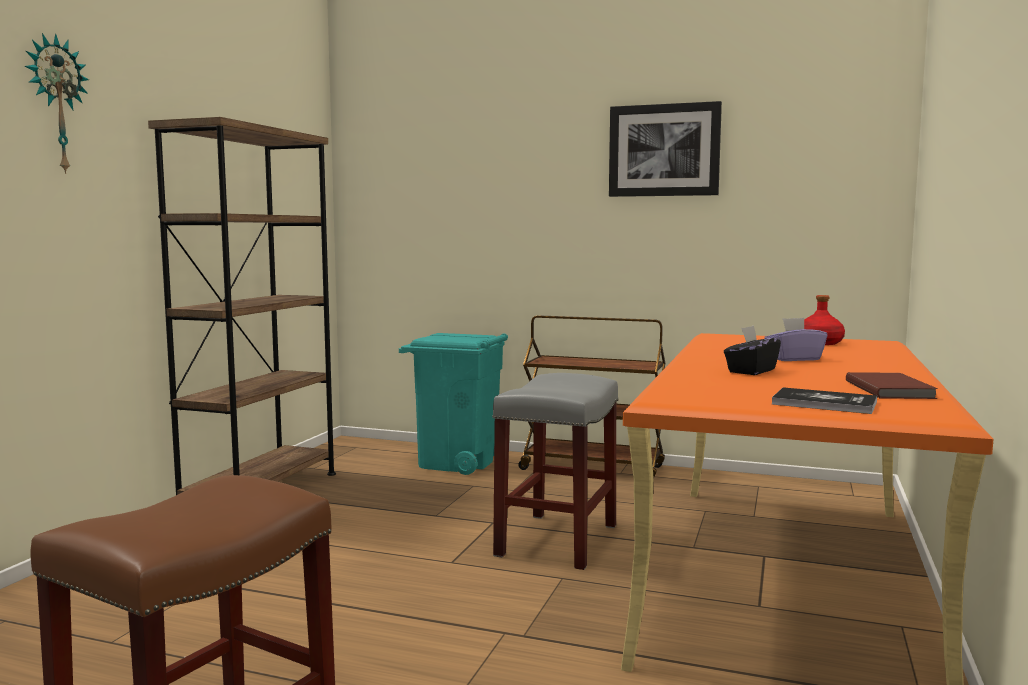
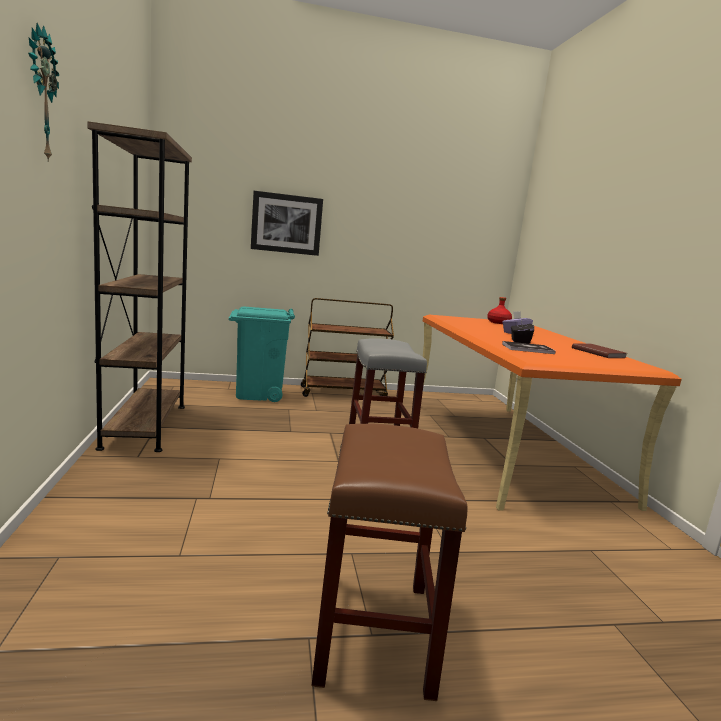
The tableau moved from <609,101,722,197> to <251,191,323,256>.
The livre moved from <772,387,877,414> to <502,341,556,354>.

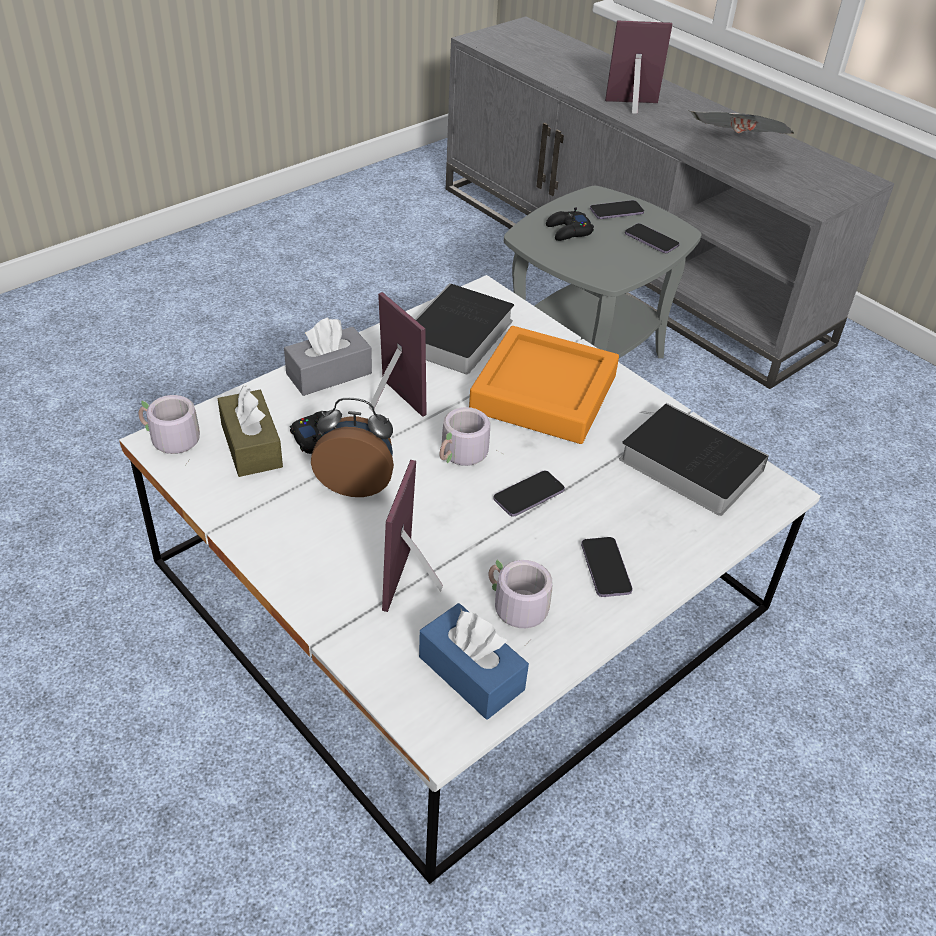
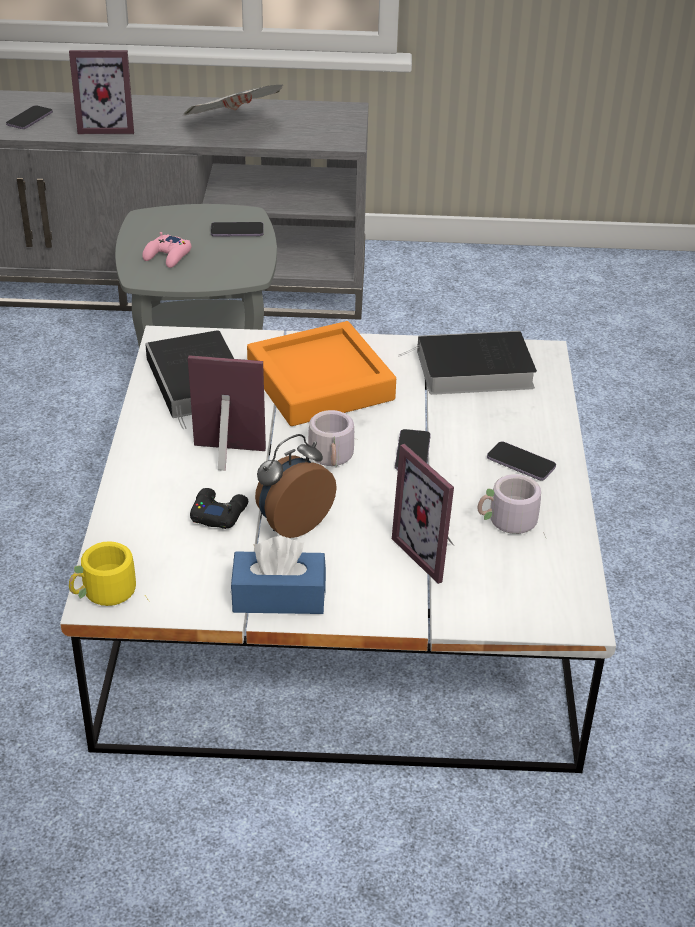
The boîte à mouchoirs [marron] at <218,386,283,477> disappeared.
The boîte à mouchoirs [gris] at <284,318,372,396> disappeared.
The boîte à mouchoirs [bleu] moved from <419,603,529,720> to <231,536,326,614>.
The téléphone moved from <590,200,644,219> to <6,105,53,129>.
The mug [gris] at <138,395,200,464> became the mug [jaune] at <69,541,149,606>.
The manette [noir] at <546,207,594,241> became the manette [rose] at <142,232,191,268>.
The cadre photo at <605,21,672,114> turned 135 degrees counterclockwise.

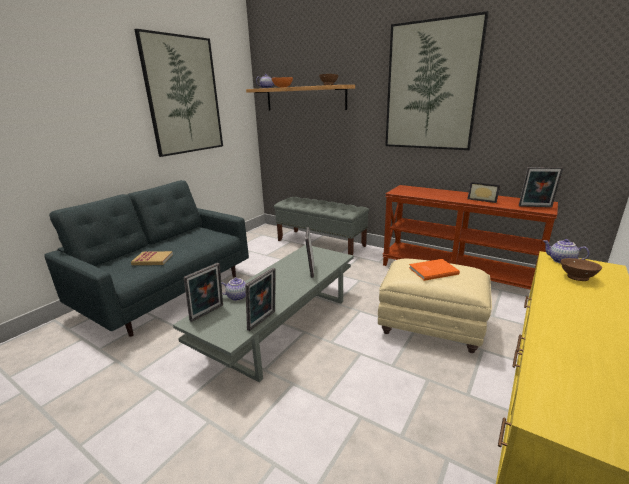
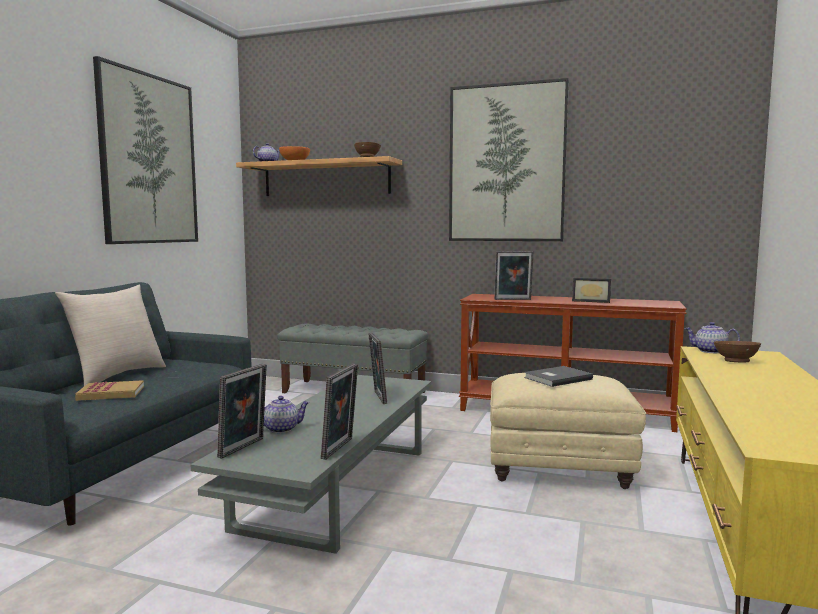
The coussin [beige] at <55,285,166,386> appeared.
The cadre photo moved from <519,167,563,207> to <494,251,534,300>.
The livre [orange] at <409,259,460,281> became the livre [gris] at <524,366,593,387>.

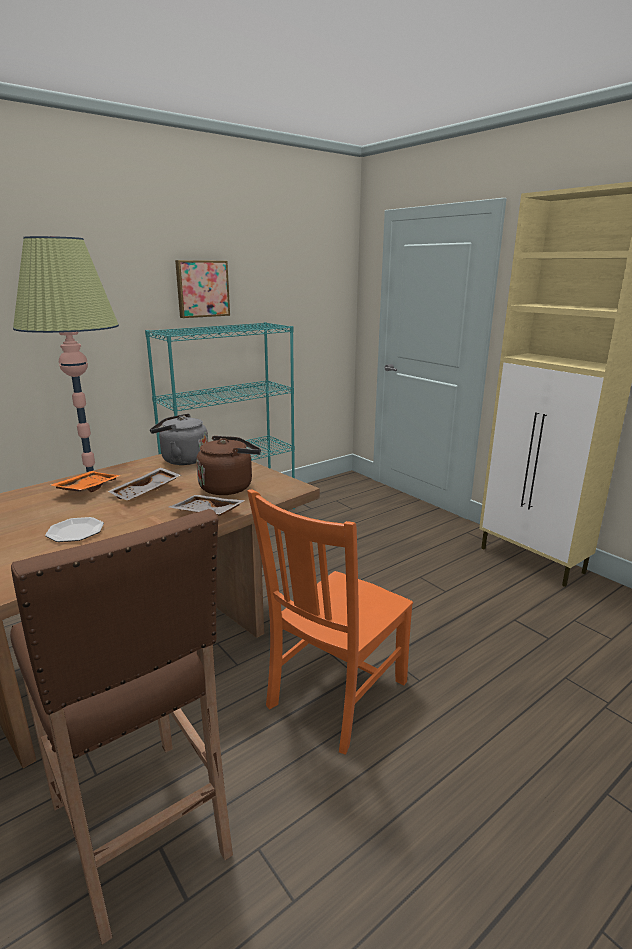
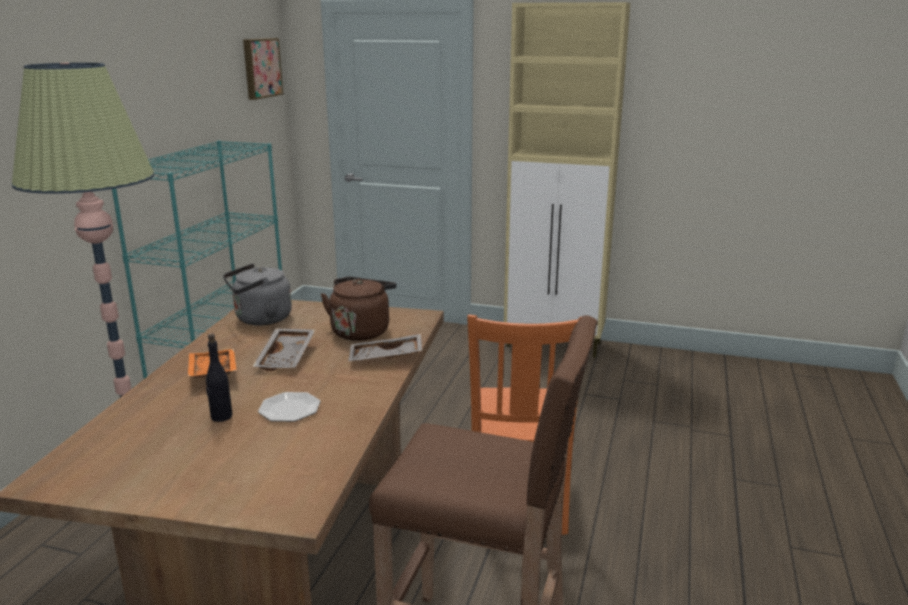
The bouteille [noir] at <206,334,232,422> appeared.
The tableau moved from <175,260,230,318> to <243,38,283,100>.

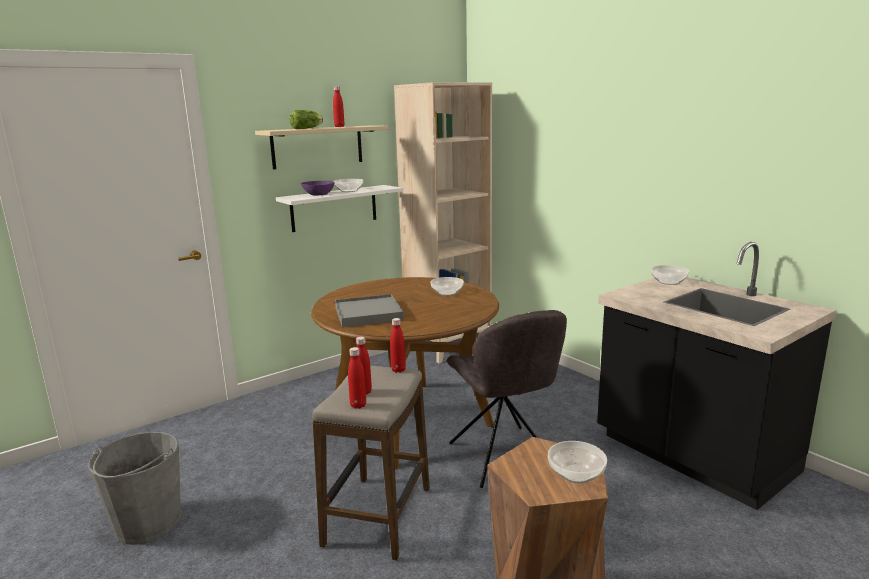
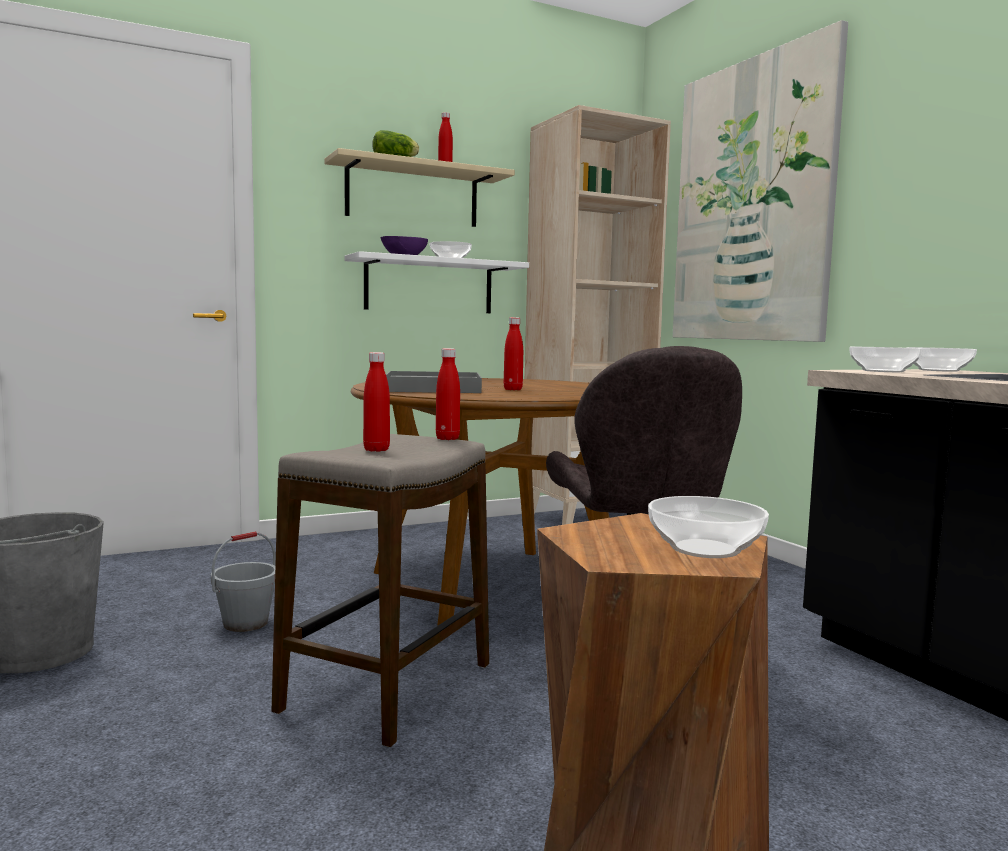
The seau [gris] at <211,531,276,632> appeared.
The tableau at <673,20,848,342> appeared.
The bouteille [rouge] moved from <348,347,366,409> to <504,317,523,390>.
The bol moved from <431,277,464,296> to <850,347,922,372>.

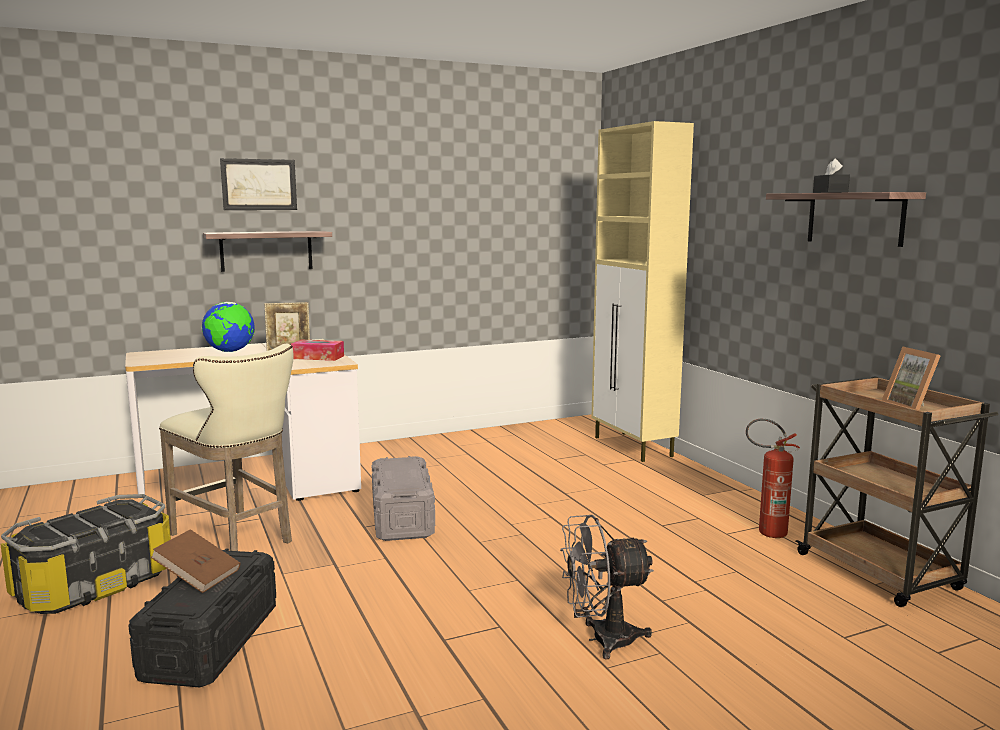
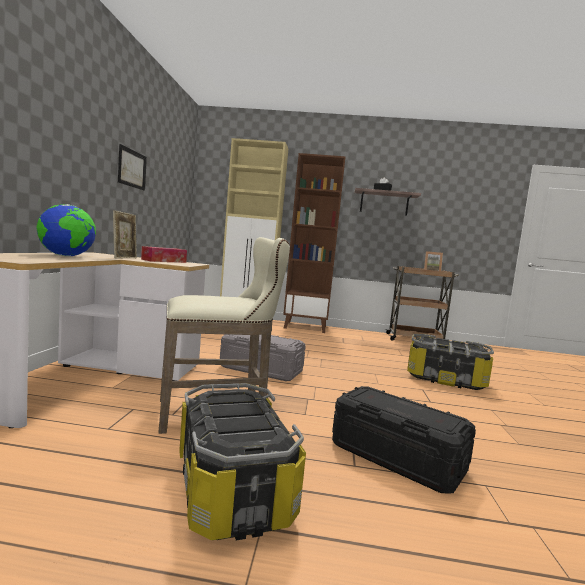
The livre [marron] at <151,529,241,593> disappeared.
The étagère at <203,231,332,272> disappeared.
The extincteur at <746,418,800,538> disappeared.
The bibliothèque [marron] at <283,153,346,333> appeared.
The tableau moved from <220,158,297,210> to <118,144,147,191>.
The ventilateur [gris] at <560,515,654,660> was replaced by the boîte de rangement at <407,334,494,390>.

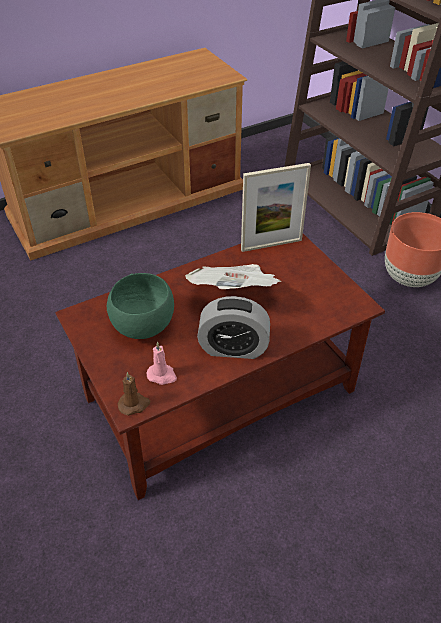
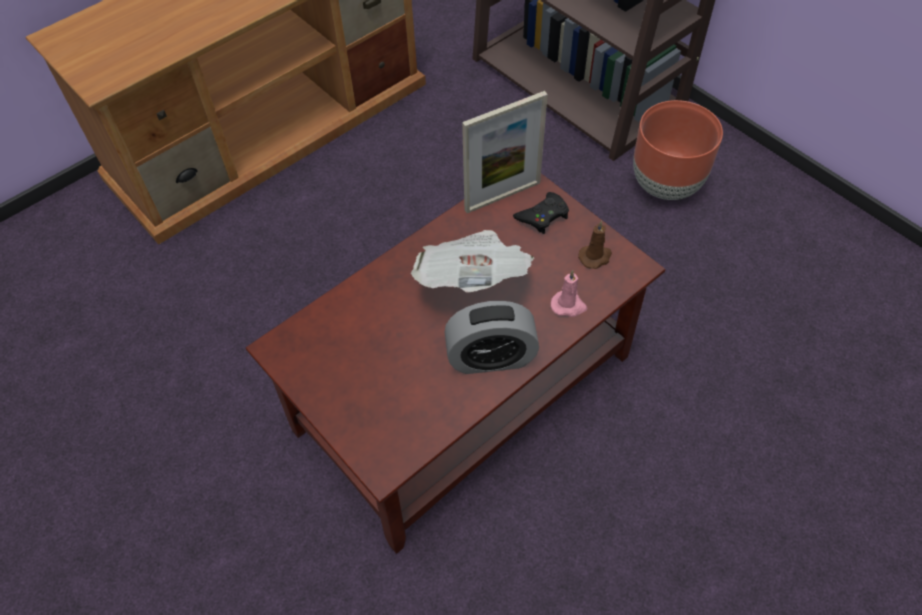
The bol [vert] at <107,273,174,339> disappeared.
The manette [noir] at <513,192,569,234> appeared.
The bougie [marron] moved from <118,372,150,416> to <578,220,612,269>.
The bougie [rose] moved from <147,342,177,385> to <551,270,587,317>.

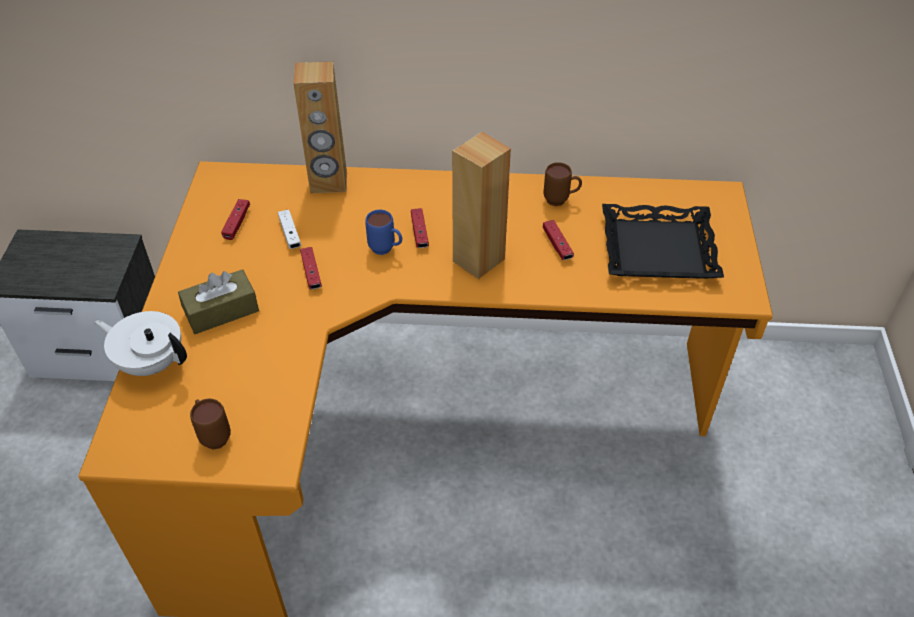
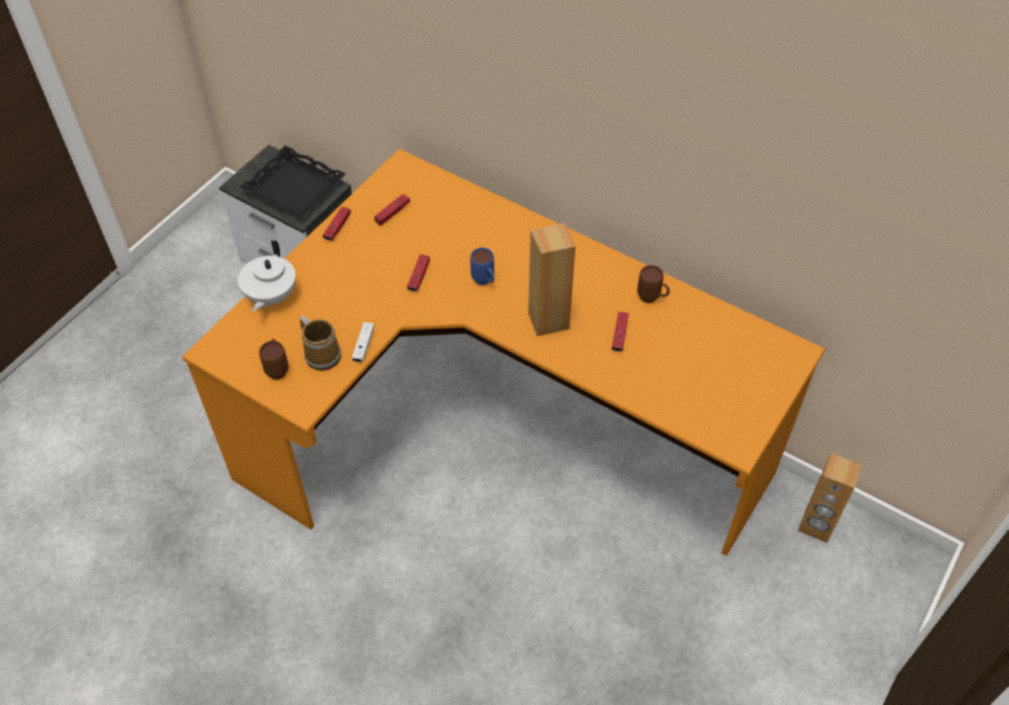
The boîte à mouchoirs [marron] at <178,269,259,334> disappeared.
The mug at <300,316,341,371> appeared.
The manette [blanc] moved from <278,210,301,249> to <352,322,374,362>.
The enceinte [marron] moved from <293,61,347,193> to <798,453,862,543>.
The manette [rouge] moved from <411,208,429,248> to <323,207,351,241>.
The plateau [noir] moved from <602,204,724,279> to <239,145,346,218>.
The théière [blanc] at <95,311,187,376> turned 135 degrees counterclockwise.

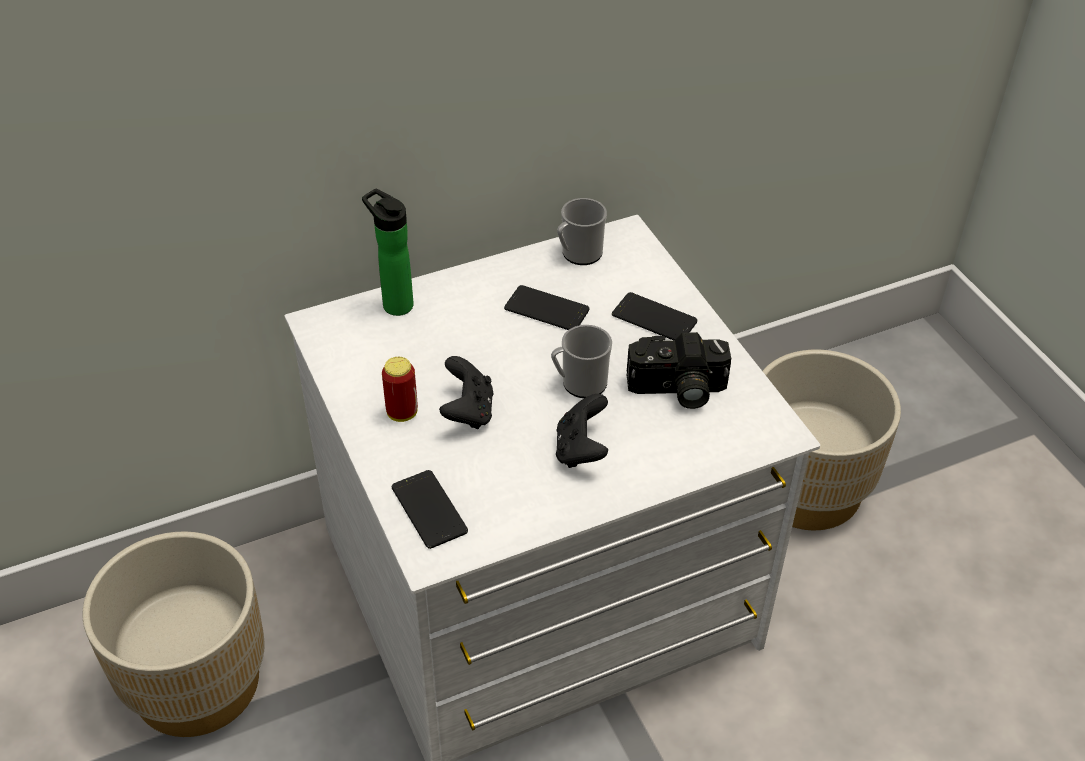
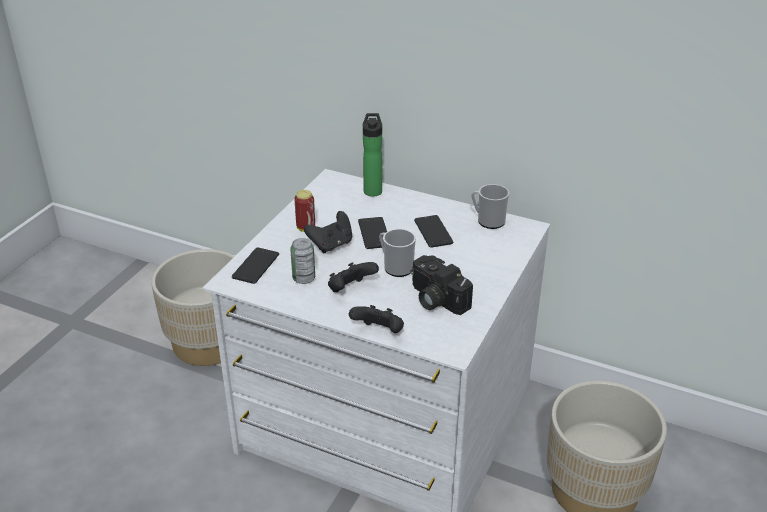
The boîte métallique at <290,238,315,284> appeared.
The manette [noir] at <349,305,404,333> appeared.
The téléphone moved from <612,292,697,340> to <358,217,387,249>.

